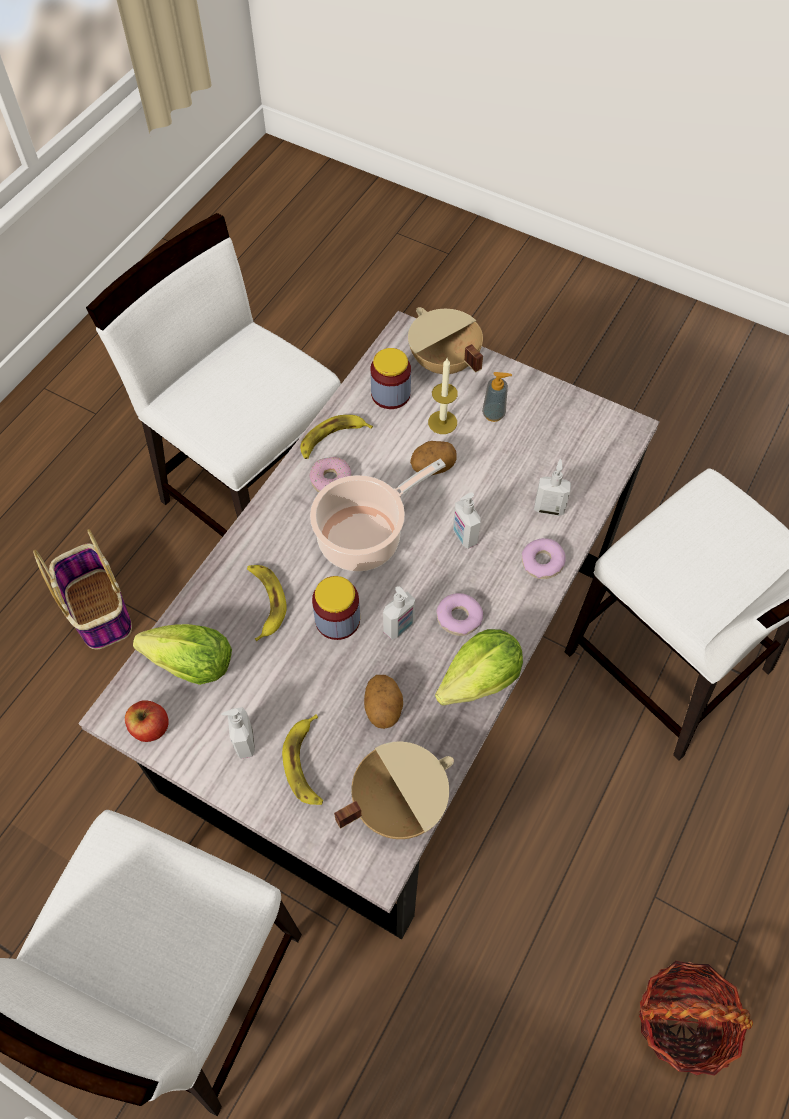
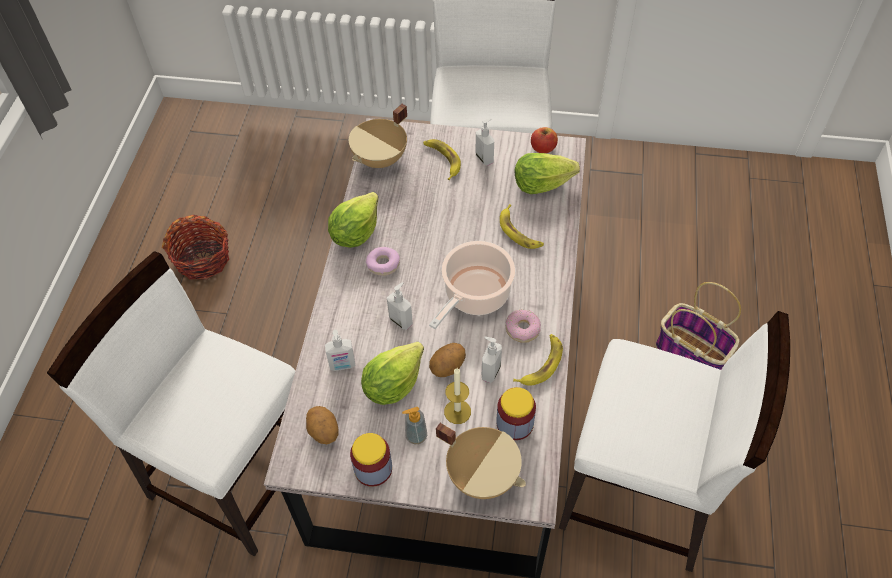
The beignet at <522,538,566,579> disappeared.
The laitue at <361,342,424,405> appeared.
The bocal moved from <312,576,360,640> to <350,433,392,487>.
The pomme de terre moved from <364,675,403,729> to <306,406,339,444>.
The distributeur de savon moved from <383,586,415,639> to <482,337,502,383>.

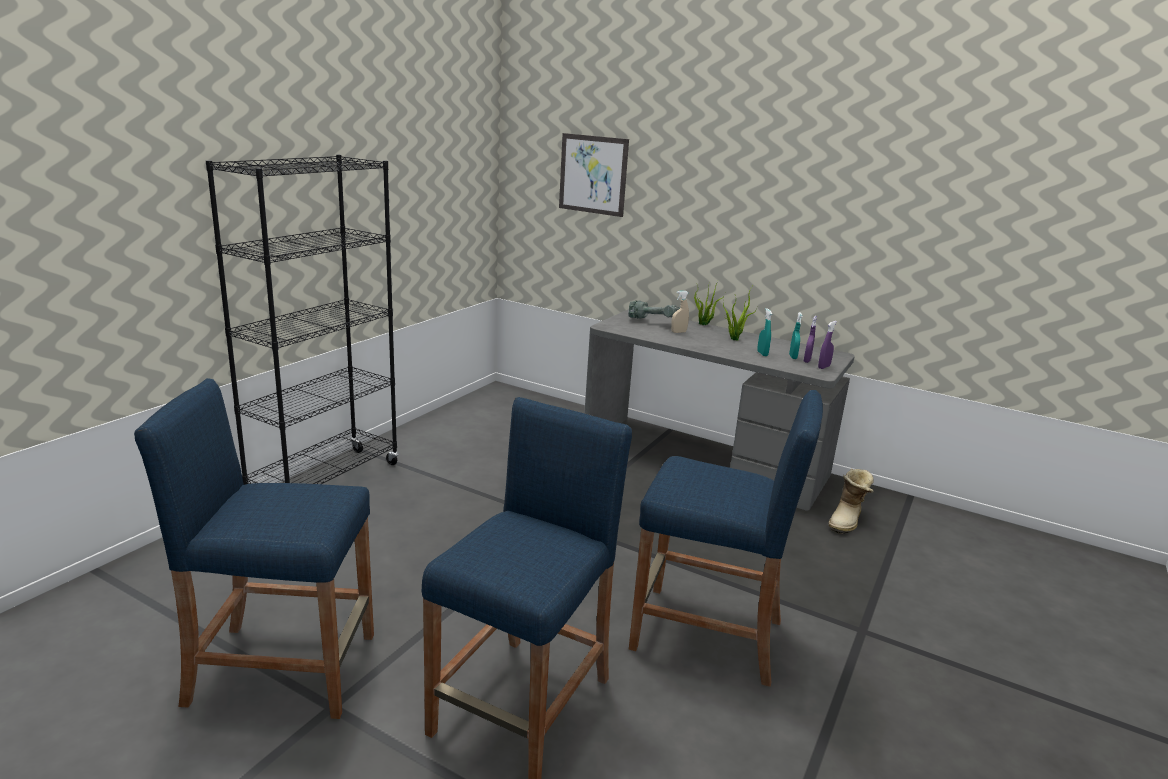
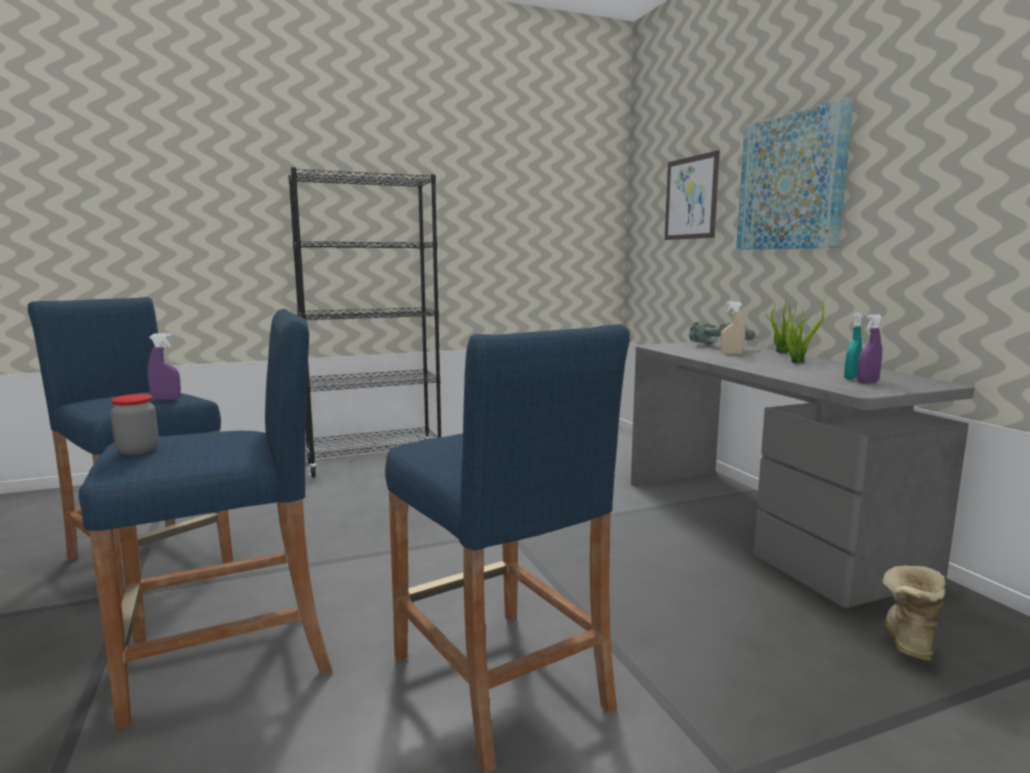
The vaporisateur [turquoise] at <757,308,772,356> disappeared.
The bocal at <111,394,159,455> appeared.
The tableau at <736,97,854,250> appeared.
The vaporisateur [violet] moved from <818,321,837,369> to <148,333,181,400>.
The botte at <828,469,874,534> turned 135 degrees clockwise.

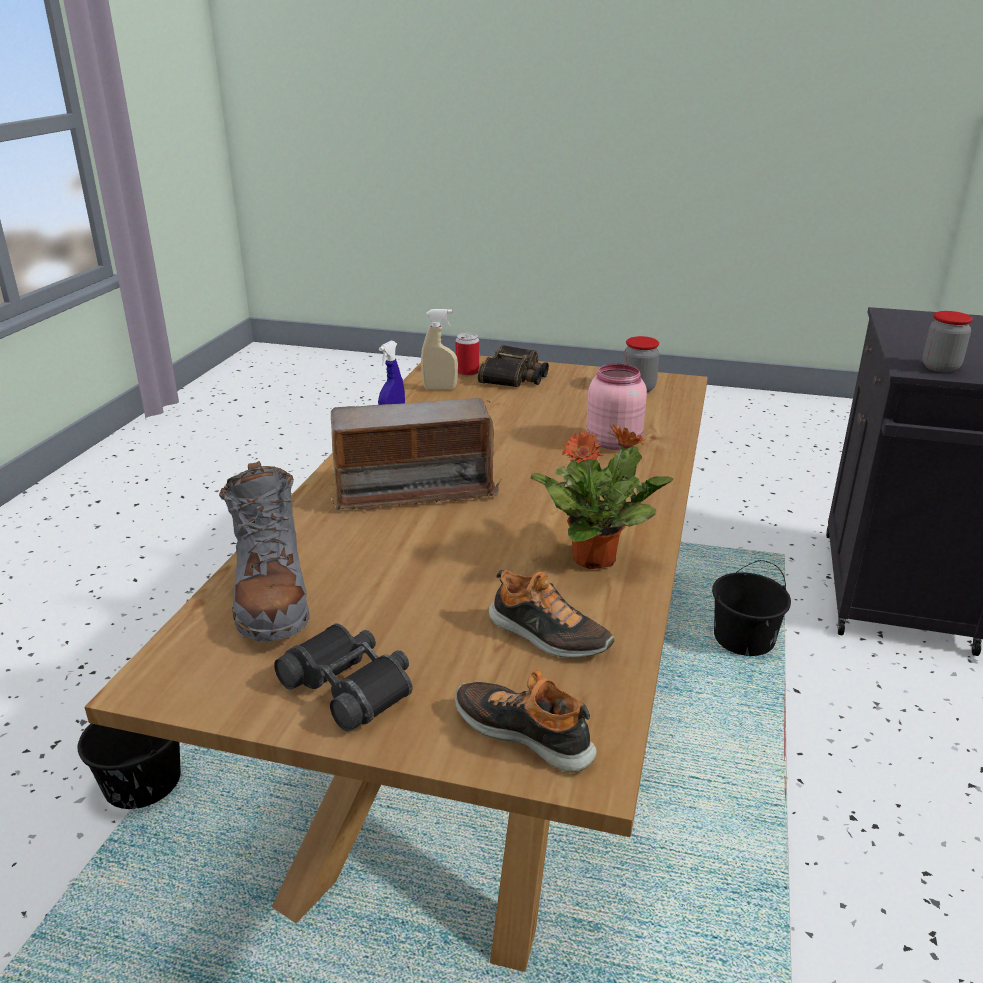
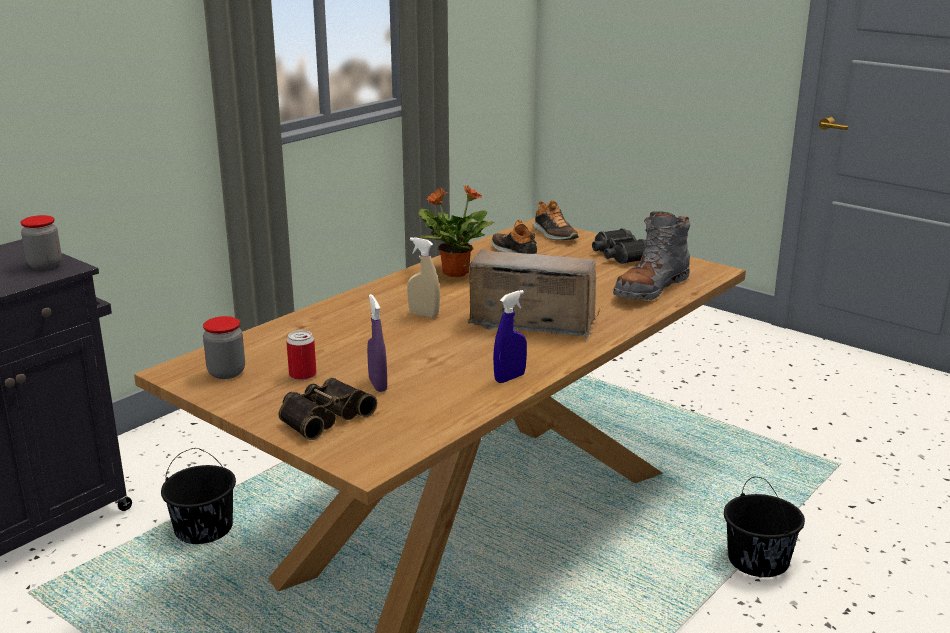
The bocal [rose] at <586,364,647,450> disappeared.
The vaporisateur [violet] at <367,294,387,392> appeared.
The vaporisateur [beige] moved from <421,309,458,390> to <407,237,440,318>.
The boîte métallique moved from <455,333,479,376> to <286,330,316,380>.
The botte [gris] at <219,461,310,641> turned 150 degrees counterclockwise.

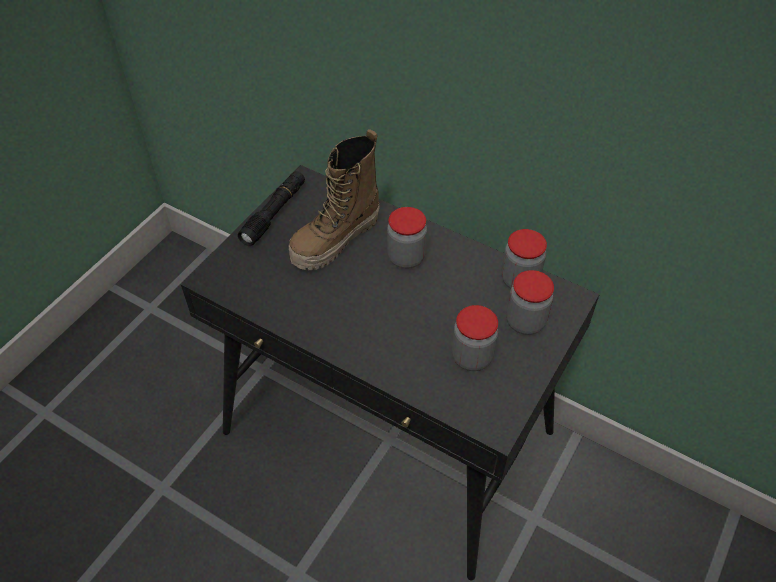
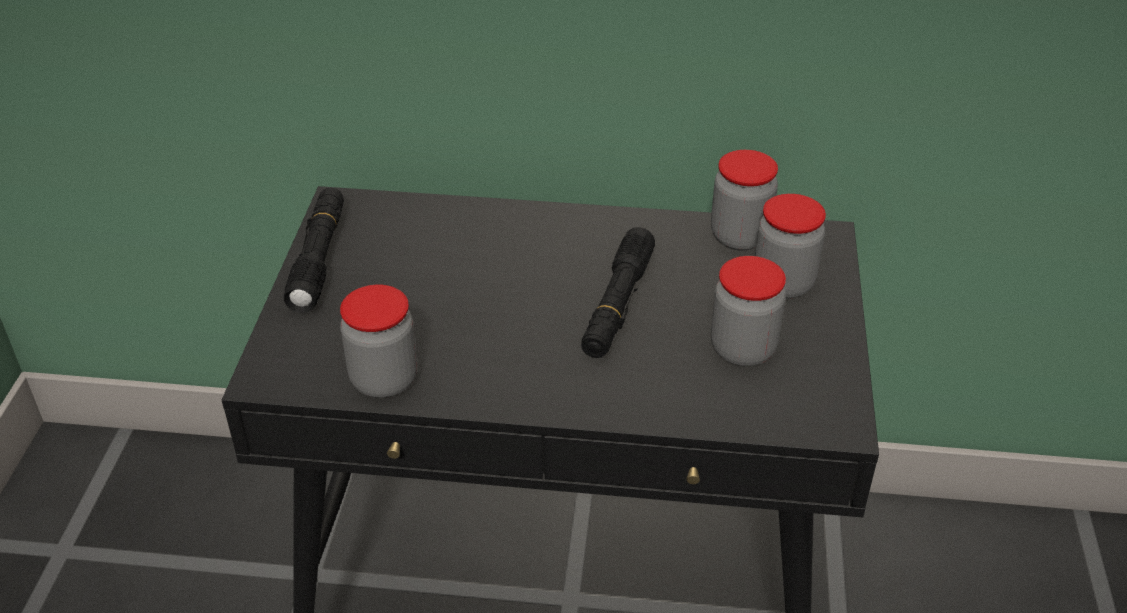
The botte at <289,129,380,270> disappeared.
The lampe de poche [noir] at <581,227,655,358> appeared.
The bocal moved from <387,207,427,269> to <340,285,417,398>.

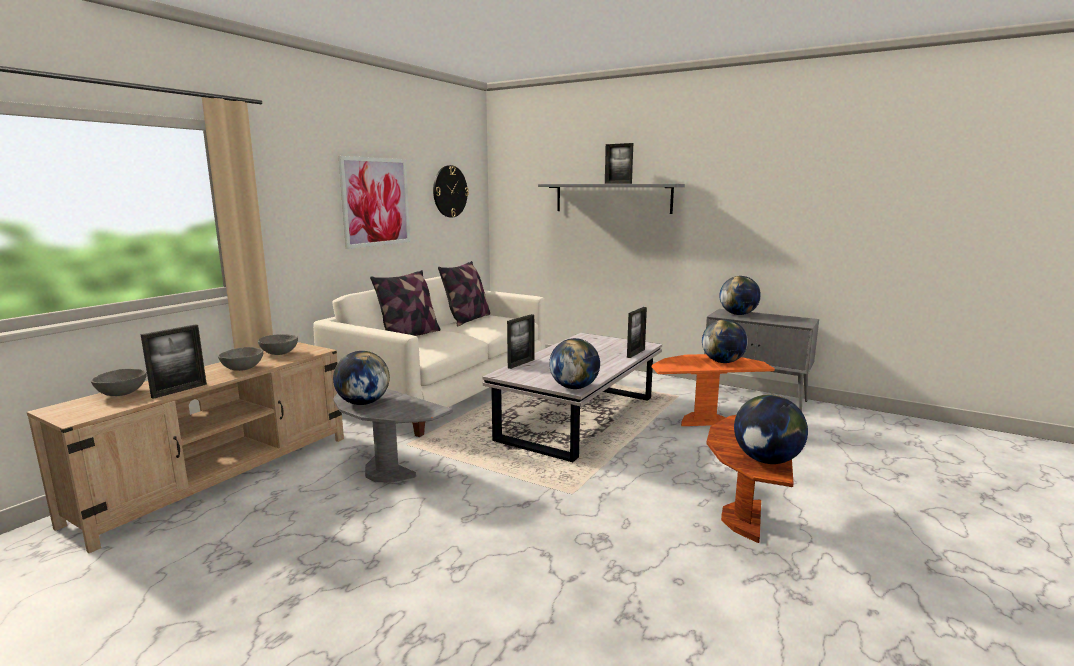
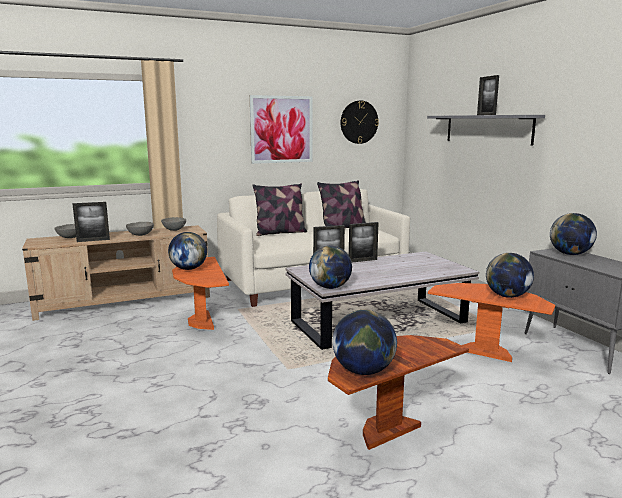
The cadre photo moved from <627,307,647,358> to <349,222,378,262>.
The table d'appoint [gris] at <333,389,453,482> became the table d'appoint [orange] at <172,257,229,330>.

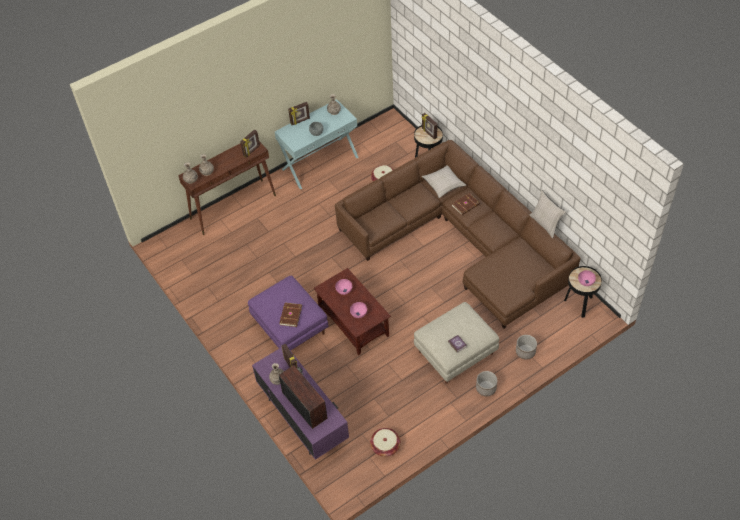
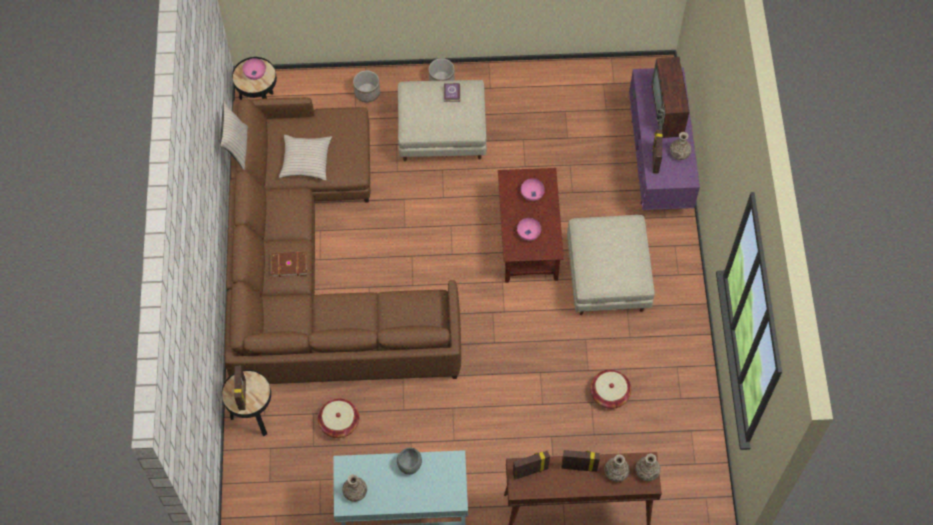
The livre [marron] at <279,303,302,327> disappeared.
The cadre photo moved from <288,102,310,125> to <561,450,600,472>.
The panier moved from <370,428,401,457> to <590,370,631,409>.
The coussin [beige] moved from <422,165,466,198> to <279,135,332,180>.
The pouf [violet] at <248,275,328,351> became the pouf [beige] at <567,215,655,315>.

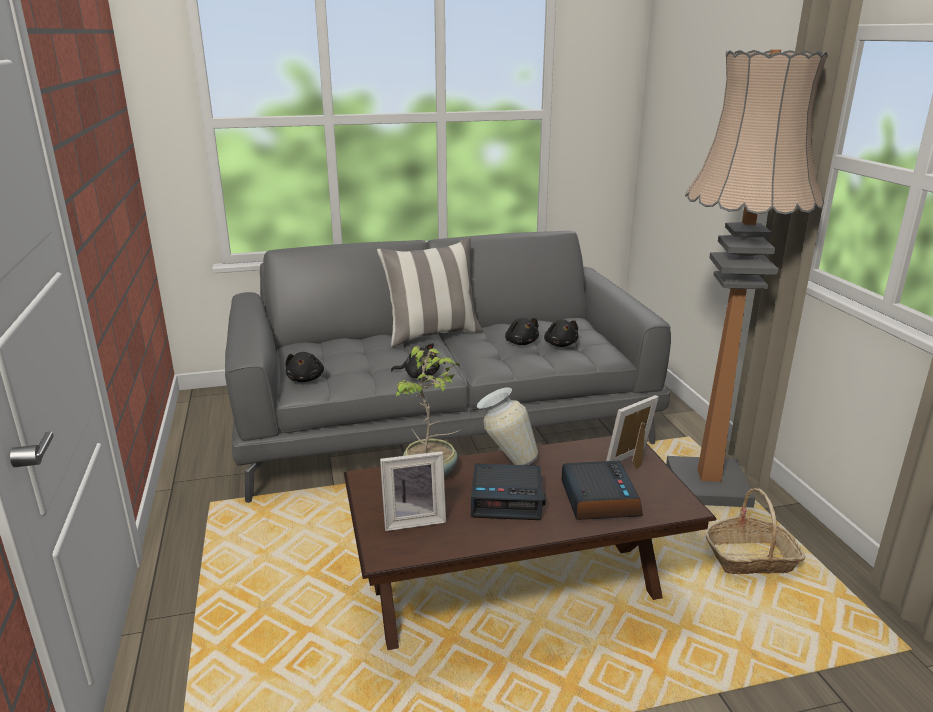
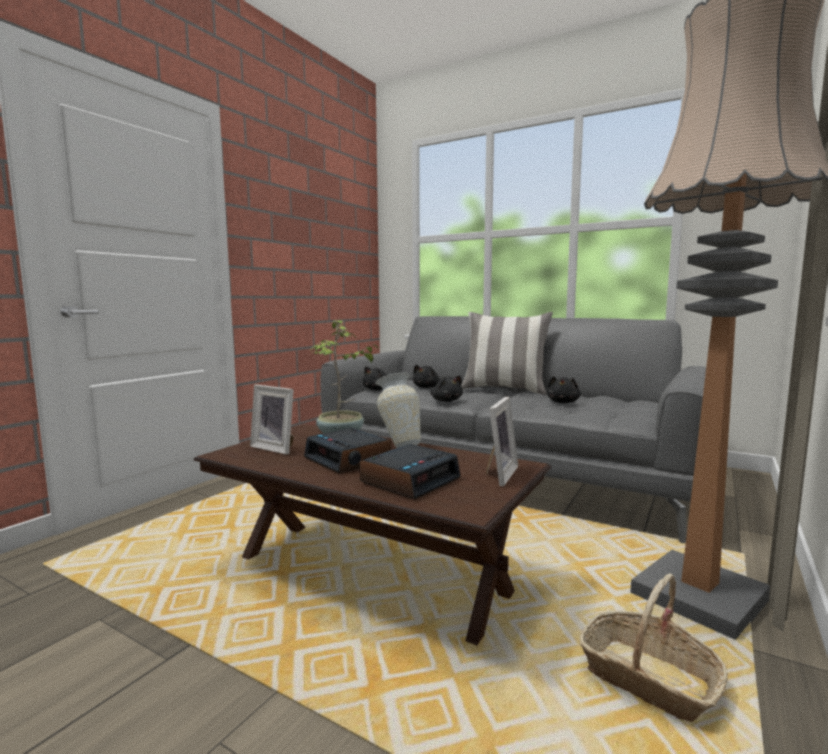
The peluche [noir] moved from <544,320,578,347> to <413,365,440,388>.
The cadre photo at <606,395,659,470> turned 105 degrees clockwise.

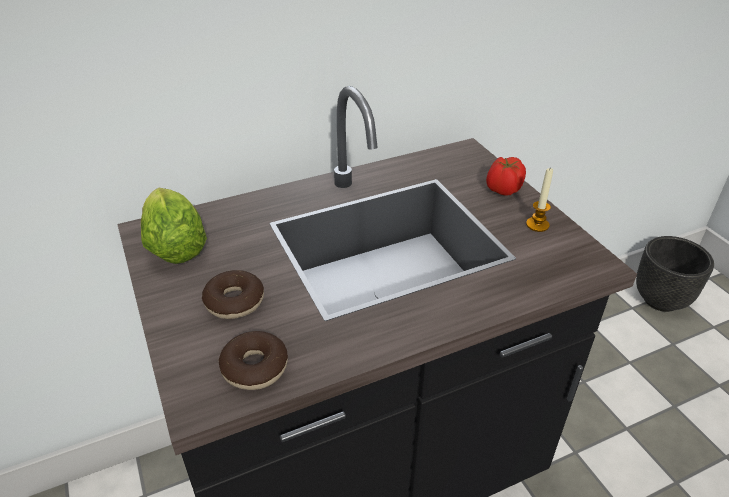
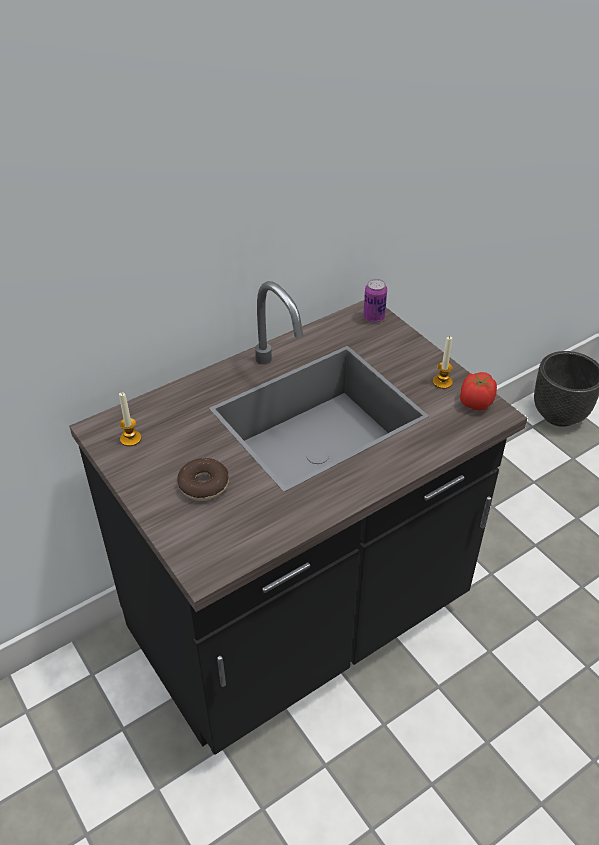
The beignet at <218,331,288,390> disappeared.
The boîte métallique at <363,279,387,323> appeared.
The tomate moved from <486,157,526,196> to <460,372,497,411>.
The laitue at <141,188,207,264> was replaced by the bougie at <119,392,141,446>.

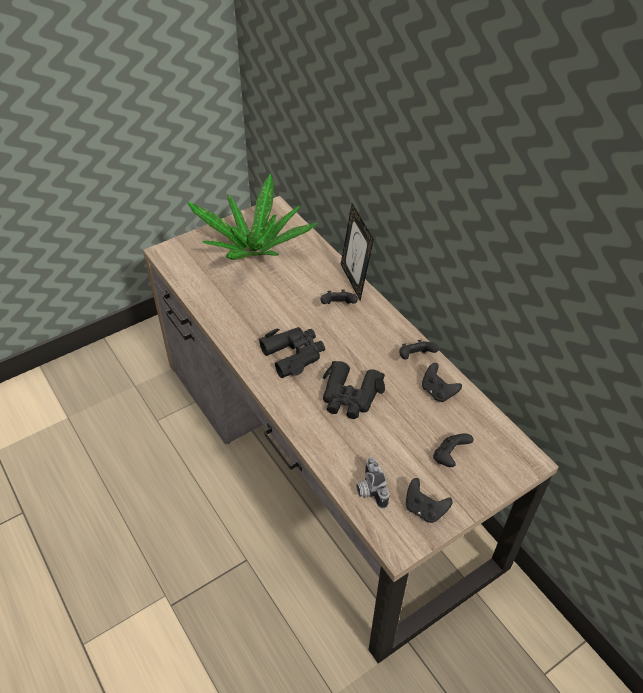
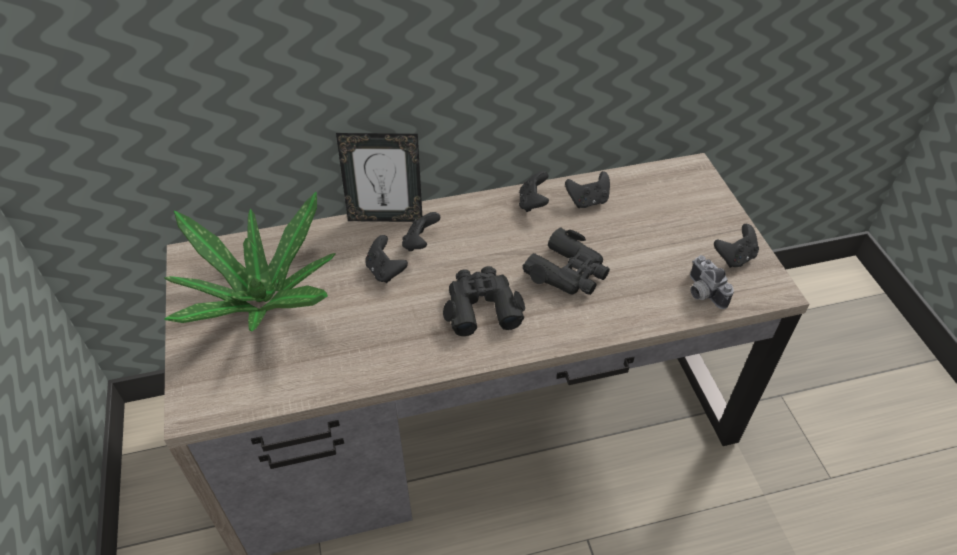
The manette [noir] moved from <433,433,474,467> to <365,235,408,283>.
The appareil photo at <357,457,390,508> turned 60 degrees clockwise.

